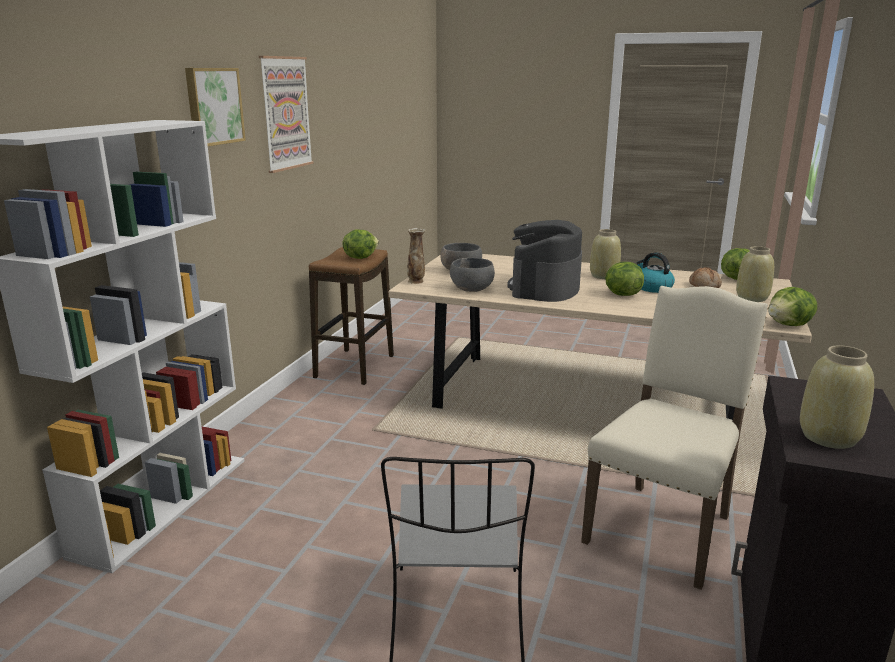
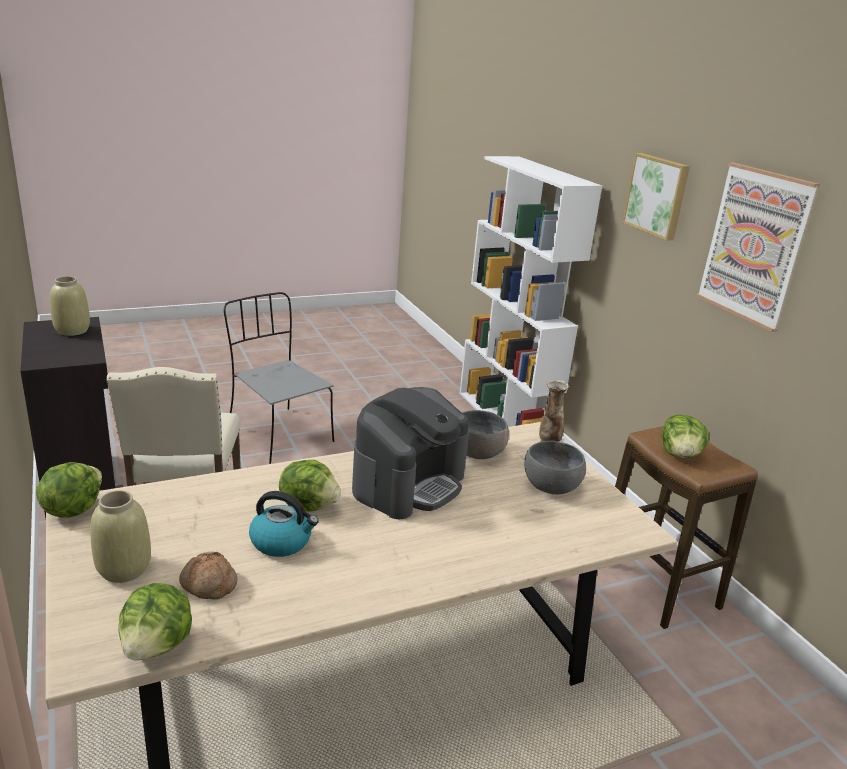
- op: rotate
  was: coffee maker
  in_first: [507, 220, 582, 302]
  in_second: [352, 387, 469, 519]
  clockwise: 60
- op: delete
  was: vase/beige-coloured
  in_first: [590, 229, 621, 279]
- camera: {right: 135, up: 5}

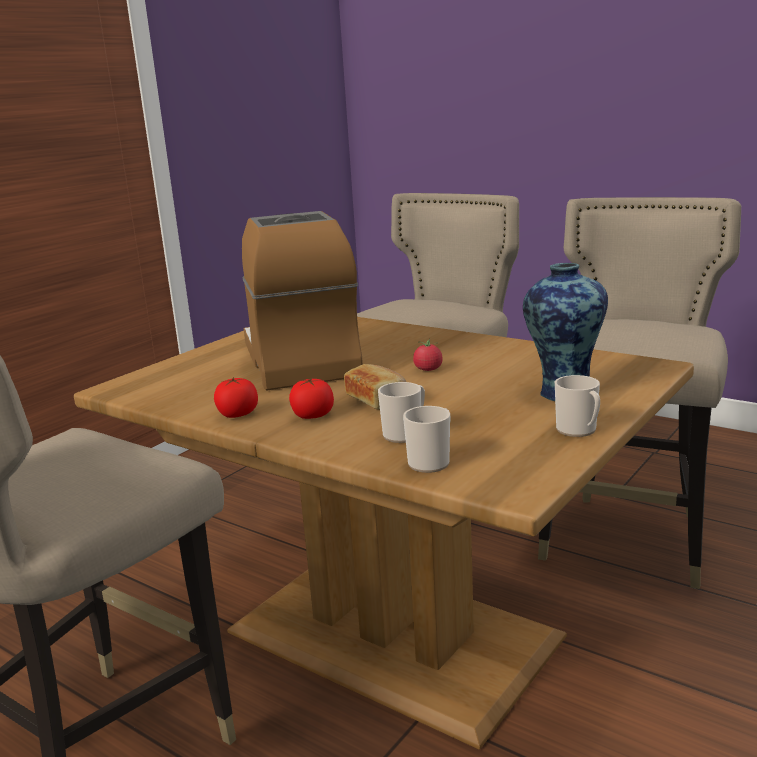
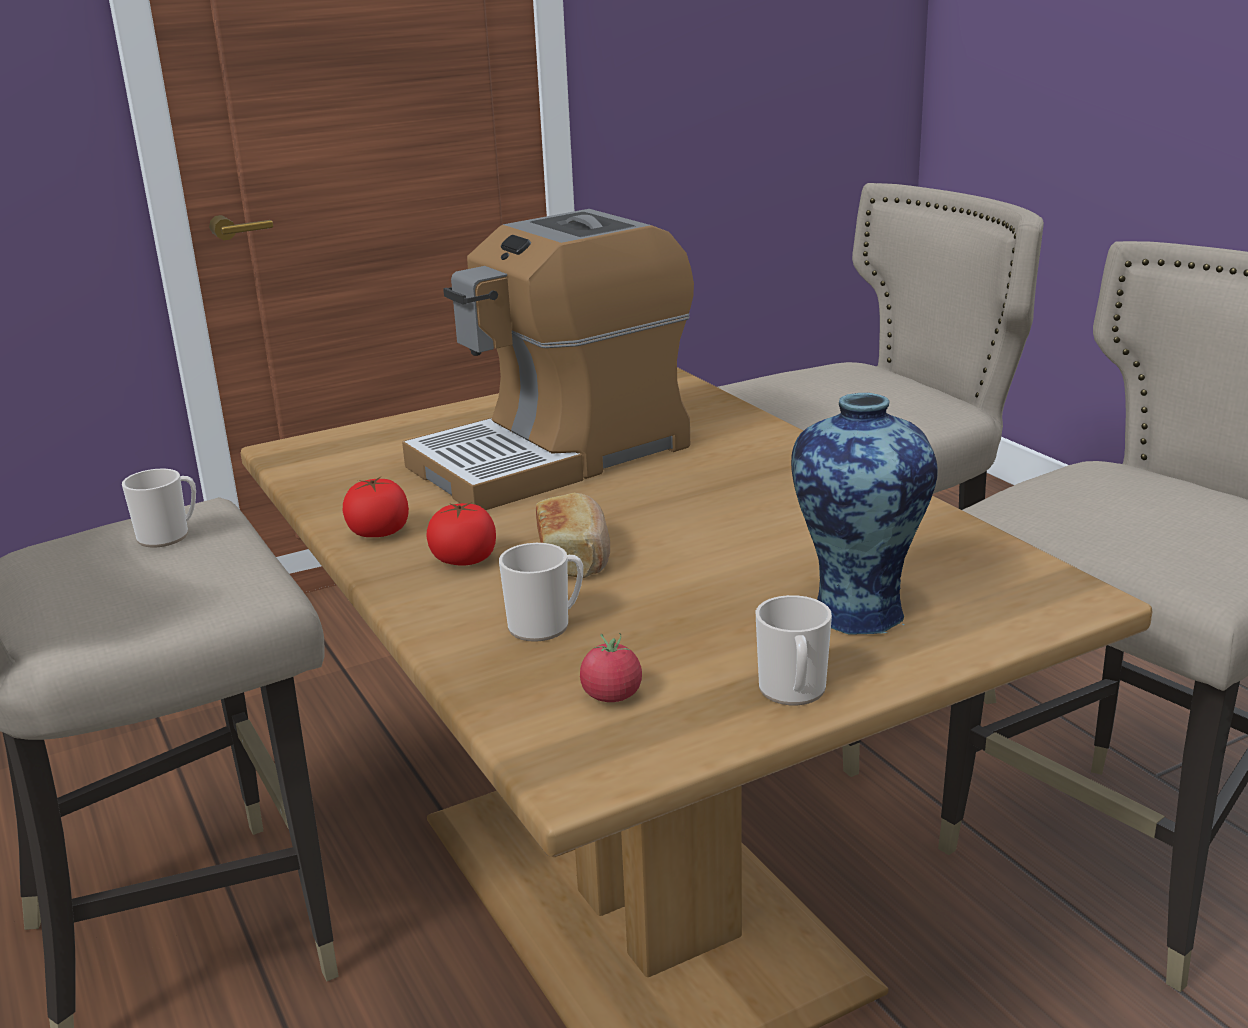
- op: rotate
  was: coffee maker
  in_first: [242, 211, 363, 390]
  in_second: [402, 209, 694, 510]
  clockwise: -135
- op: move
  was: mug
  in_first: [403, 406, 450, 473]
  in_second: [122, 469, 196, 548]
- op: move
  was: fresh tomato
  in_first: [413, 338, 443, 371]
  in_second: [580, 633, 642, 702]
- camera: {right: 25, up: 5}

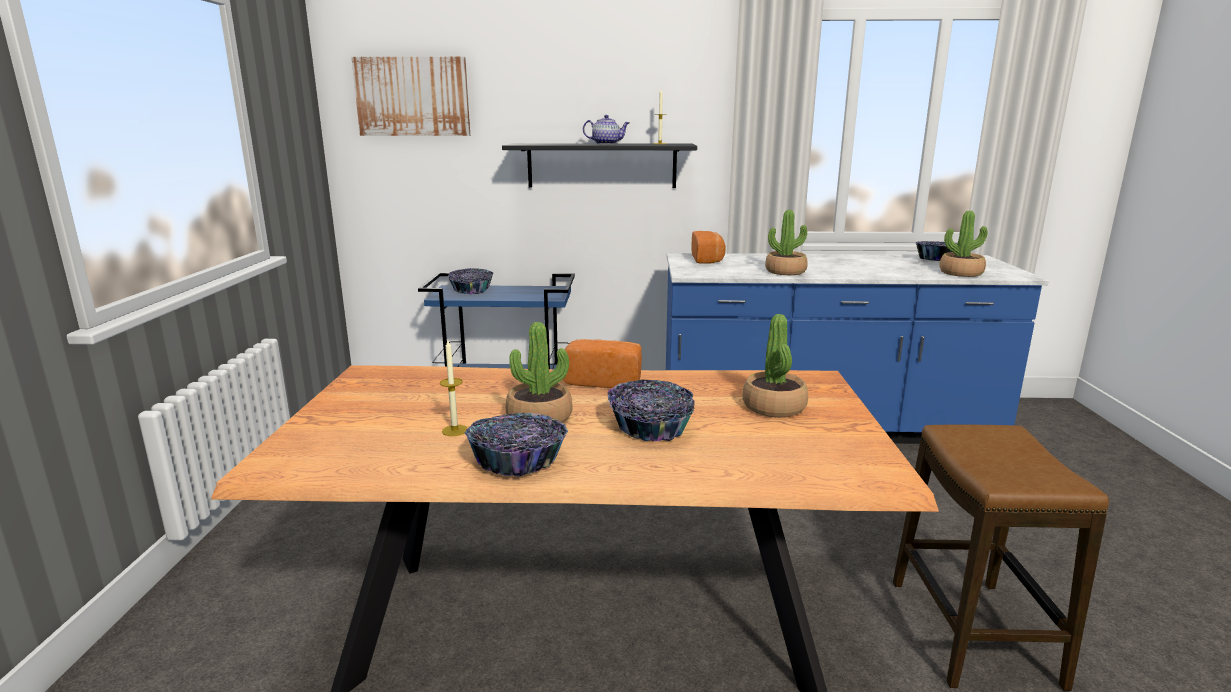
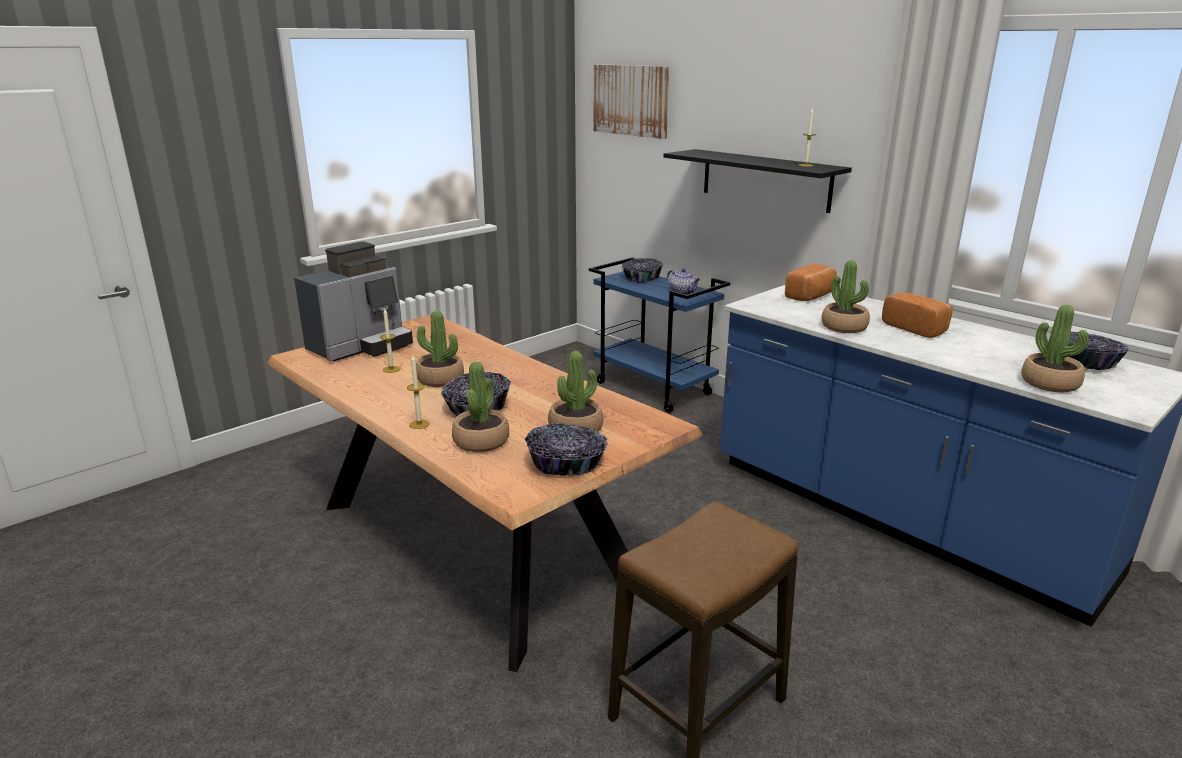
- op: move
  was: bowl
  in_first: [465, 413, 568, 477]
  in_second: [525, 423, 608, 476]
- op: move
  was: bread
  in_first: [563, 339, 642, 388]
  in_second: [882, 292, 953, 338]
- op: move
  was: pot for tea
  in_first: [583, 115, 629, 144]
  in_second: [667, 269, 700, 295]
- op: insert
  now: coffee maker
  in_second: [294, 241, 413, 361]
- op: insert
  now: candle
  in_second: [407, 355, 430, 429]
- op: insert
  now: potted plant
  in_second: [452, 361, 509, 452]
- camera: {right: 45, up: 5}

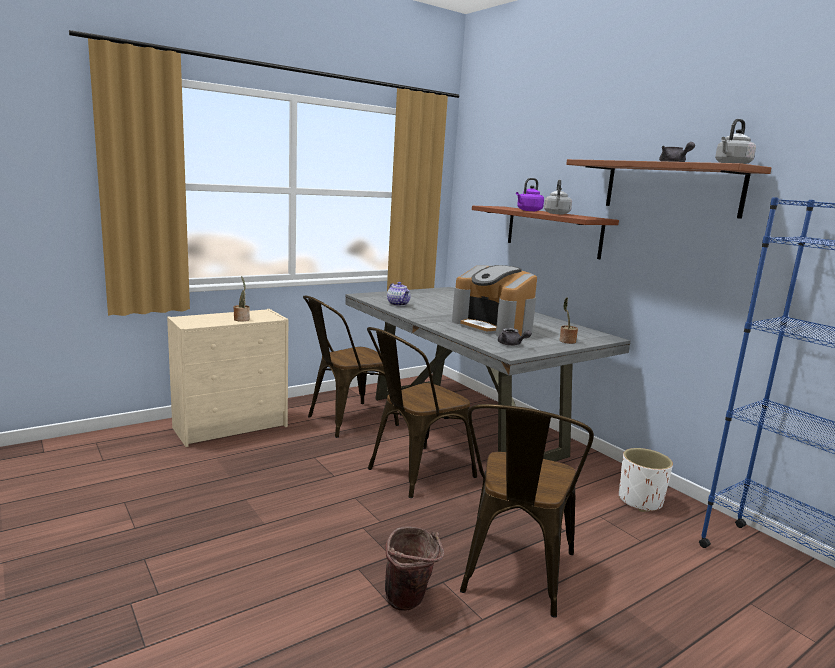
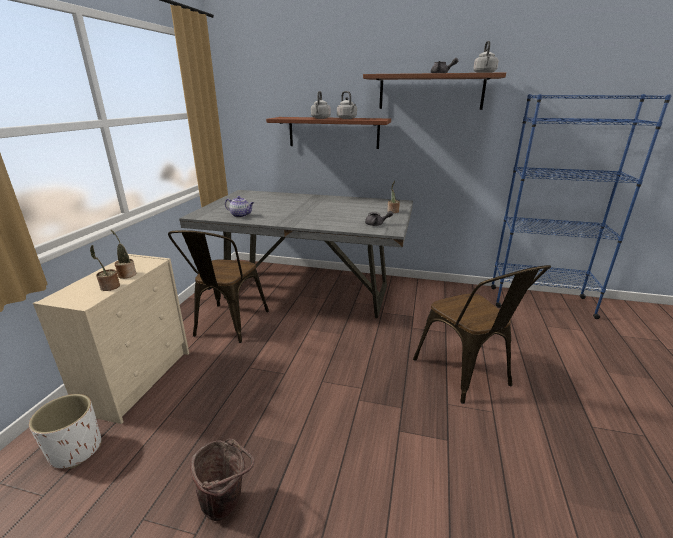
- op: delete
  was: chair/brown
  in_first: [367, 327, 477, 498]
- op: move
  was: pail/brown
  in_first: [385, 527, 444, 611]
  in_second: [190, 438, 254, 521]
- op: delete
  was: coffee maker
  in_first: [452, 265, 537, 336]
- op: recolor
  was: water kettle/purple
  now: water kettle/gray
  in_first: [516, 178, 544, 211]
  in_second: [311, 91, 331, 119]
- op: move
  was: planter/whitish
  in_first: [619, 448, 673, 512]
  in_second: [29, 394, 102, 469]
- op: insert
  now: potted plant
  in_second: [90, 245, 120, 291]
- camera: {right: -40, up: 10}

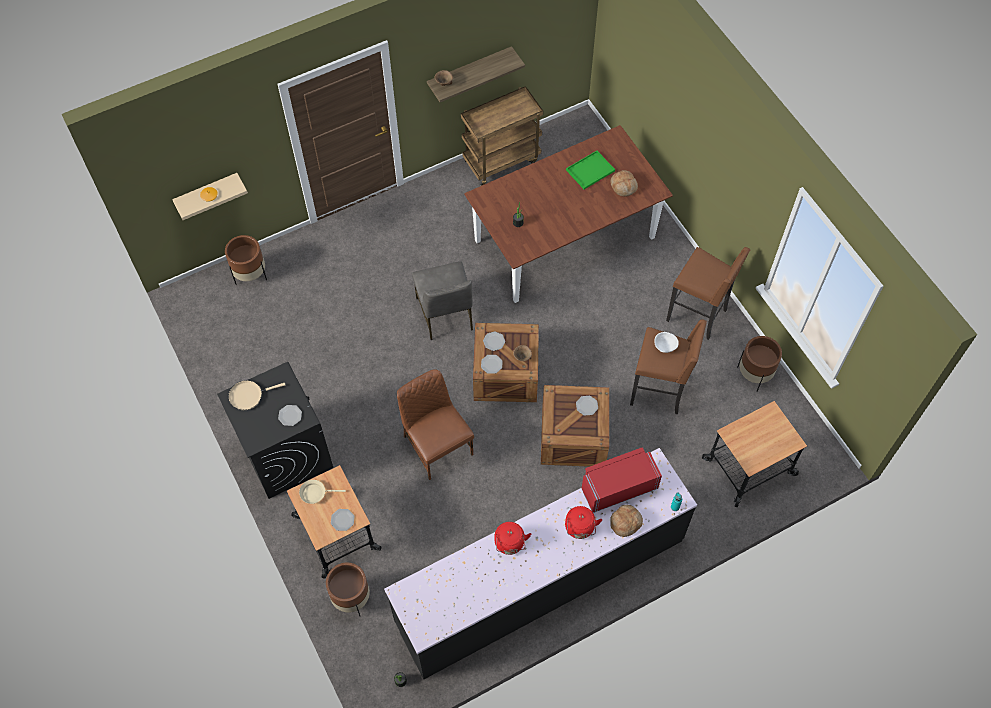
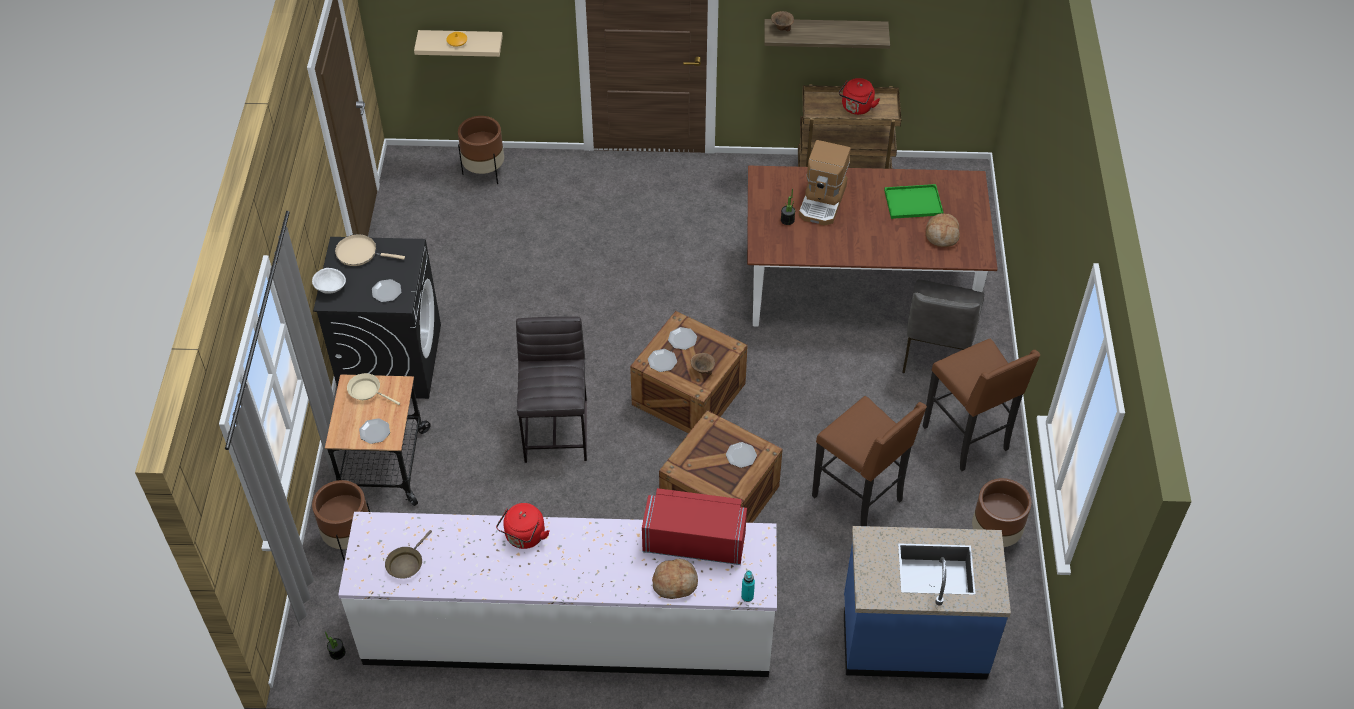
- op: recolor
  was: kitchen counter/blackish
  now: kitchen counter/whitish
  in_first: [384, 448, 697, 679]
  in_second: [338, 512, 777, 677]
- op: replace
  was: chair/brown
  now: stool/gray
  in_first: [397, 369, 474, 480]
  in_second: [516, 316, 587, 463]
- op: move
  was: chair/gray
  in_first: [412, 261, 473, 340]
  in_second: [902, 279, 984, 374]
- op: move
  was: water kettle/red-coloured
  in_first: [565, 506, 602, 539]
  in_second: [839, 78, 880, 115]
- op: move
  was: bowl/whitish
  in_first: [654, 332, 679, 353]
  in_second: [312, 268, 346, 294]
- op: replace
  was: wheeled cart
  now: kitchen counter/blue-coloured
  in_first: [702, 401, 807, 507]
  in_second: [844, 526, 1011, 680]
- op: insert
  now: skillet/brown
  in_second: [385, 530, 432, 579]
- op: insert
  now: coffee maker
  in_second: [799, 140, 851, 226]
- camera: {right: 30, up: -10}

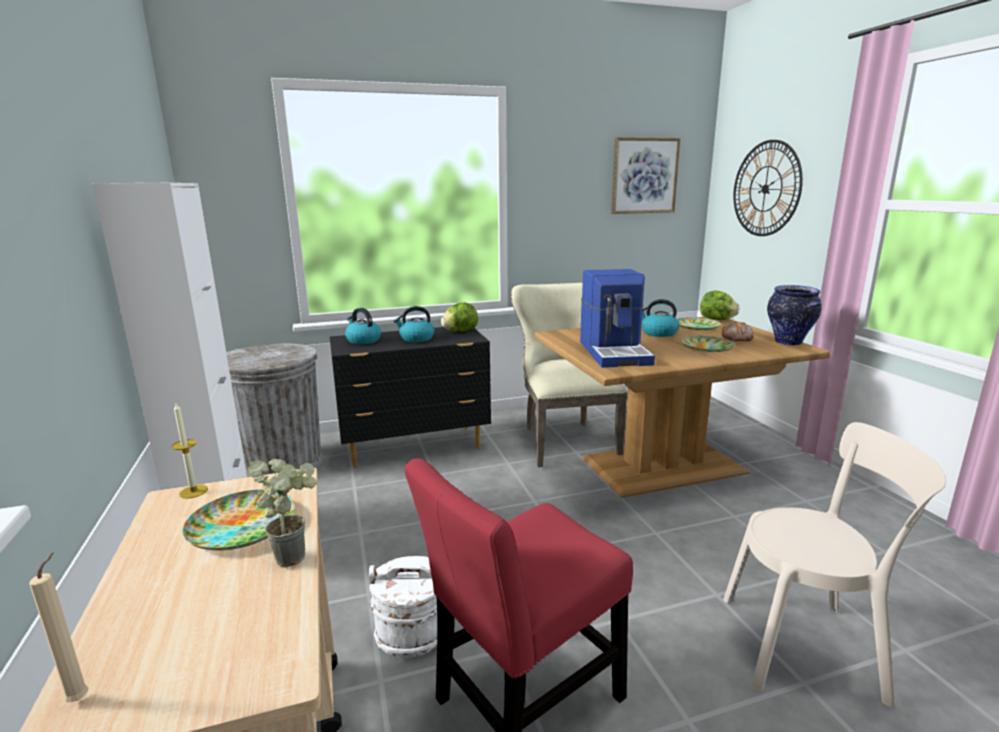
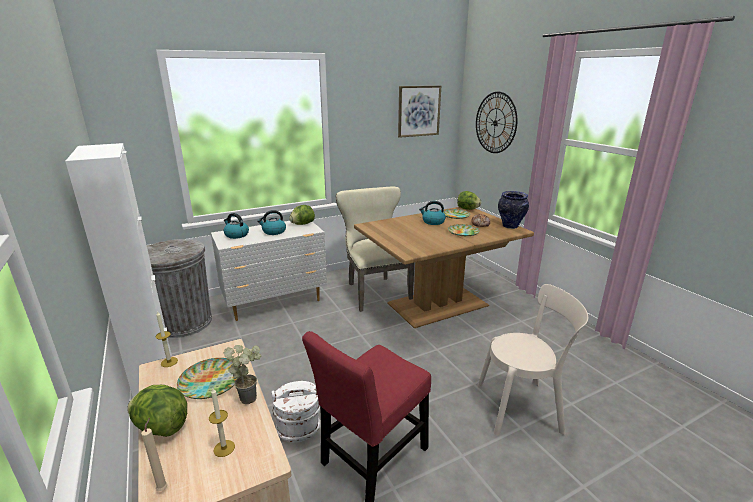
- op: recolor
  was: chest of drawers/blackish
  now: chest of drawers/whitish
  in_first: [330, 327, 491, 467]
  in_second: [211, 221, 327, 321]
- op: delete
  was: coffee maker
  in_first: [580, 269, 655, 368]
- op: insert
  now: lettuce
  in_second: [127, 385, 187, 437]
- op: insert
  now: candle
  in_second: [209, 388, 235, 457]
- camera: {right: -10, up: 5}

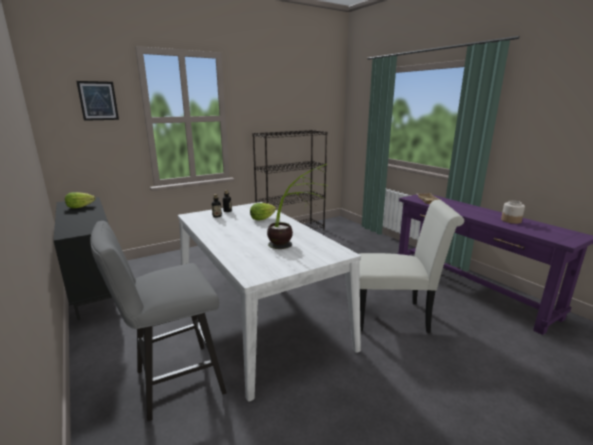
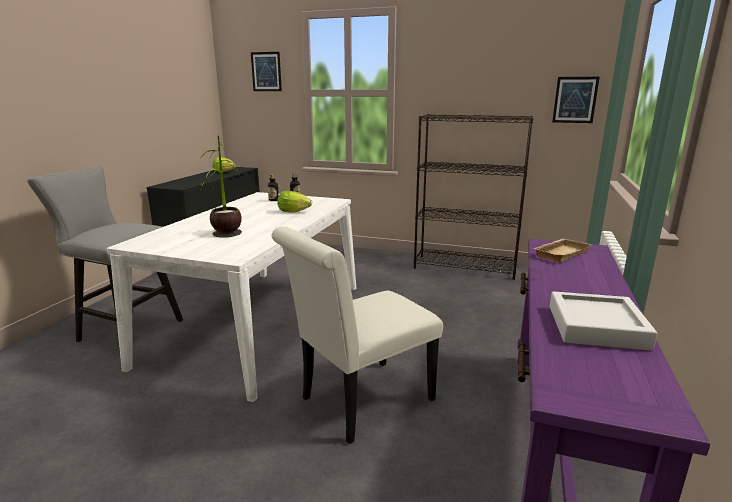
- op: rotate
  was: chair/whitish
  in_first: [359, 200, 464, 333]
  in_second: [272, 226, 443, 444]
  clockwise: 90
- op: replace
  was: storage jar
  now: carrying tray/gray
  in_first: [501, 201, 525, 224]
  in_second: [550, 291, 657, 351]
- op: insert
  now: picture
  in_second: [552, 77, 600, 123]
- camera: {right: 50, up: 0}

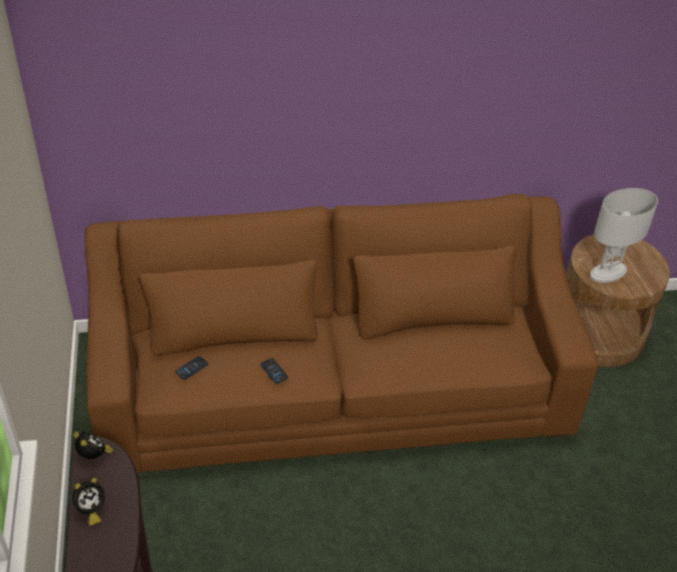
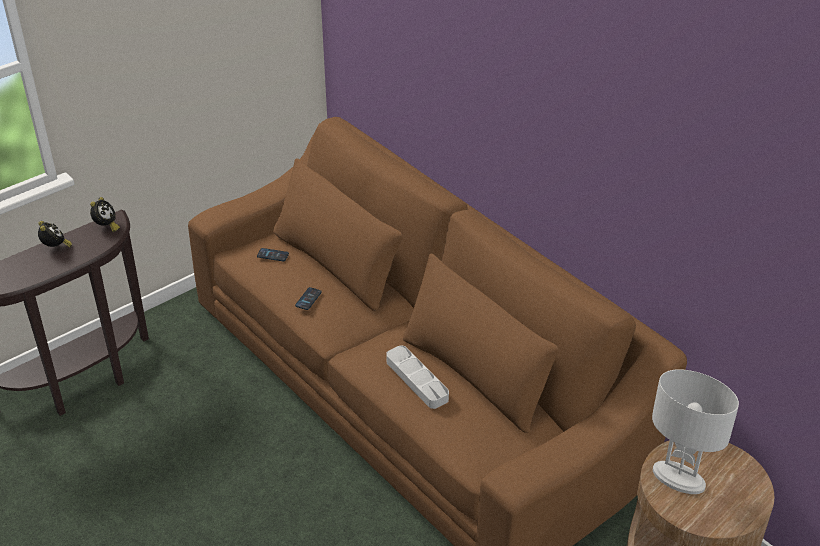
- op: rotate
  was: table clock
  in_first: [72, 478, 105, 526]
  in_second: [38, 221, 72, 247]
  clockwise: -135
- op: insert
  now: carrying tray/gray
  in_second: [386, 346, 449, 409]
- camera: {right: 60, up: -5}

